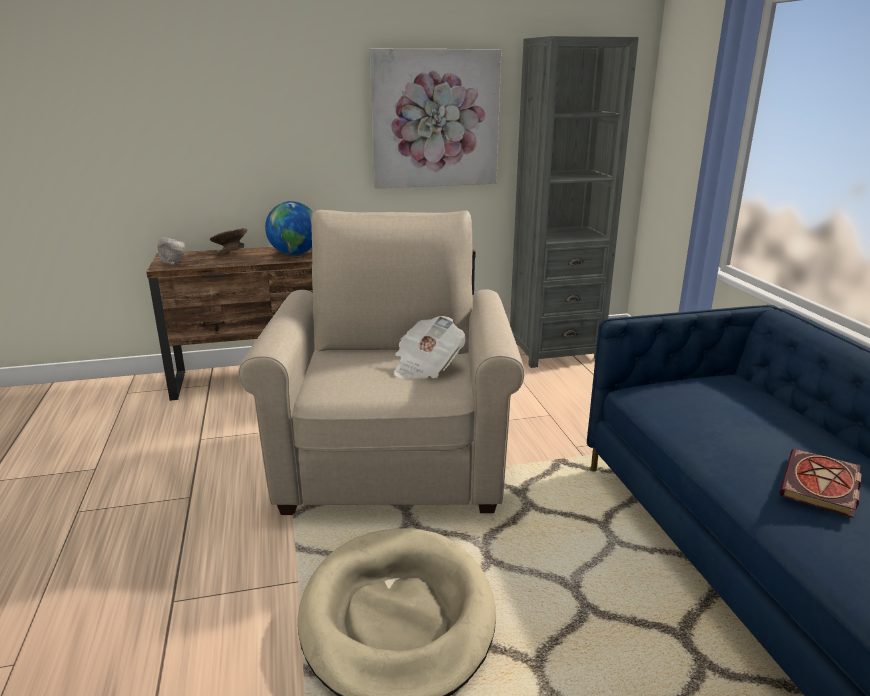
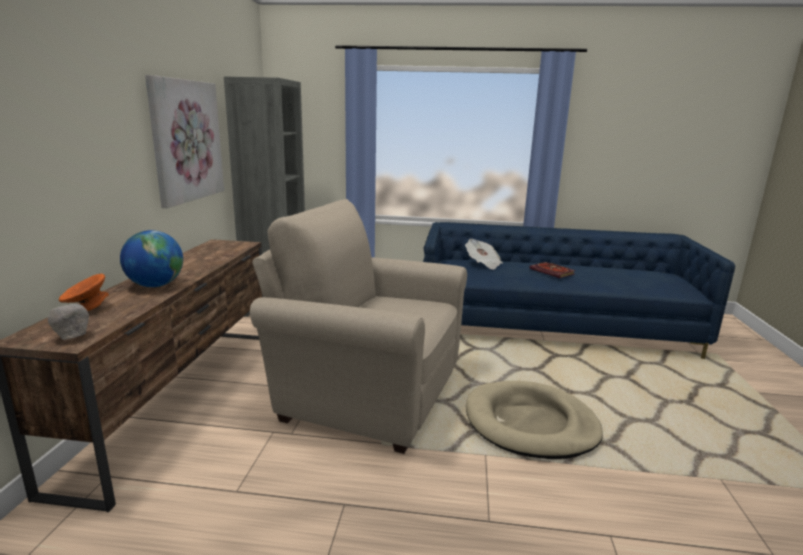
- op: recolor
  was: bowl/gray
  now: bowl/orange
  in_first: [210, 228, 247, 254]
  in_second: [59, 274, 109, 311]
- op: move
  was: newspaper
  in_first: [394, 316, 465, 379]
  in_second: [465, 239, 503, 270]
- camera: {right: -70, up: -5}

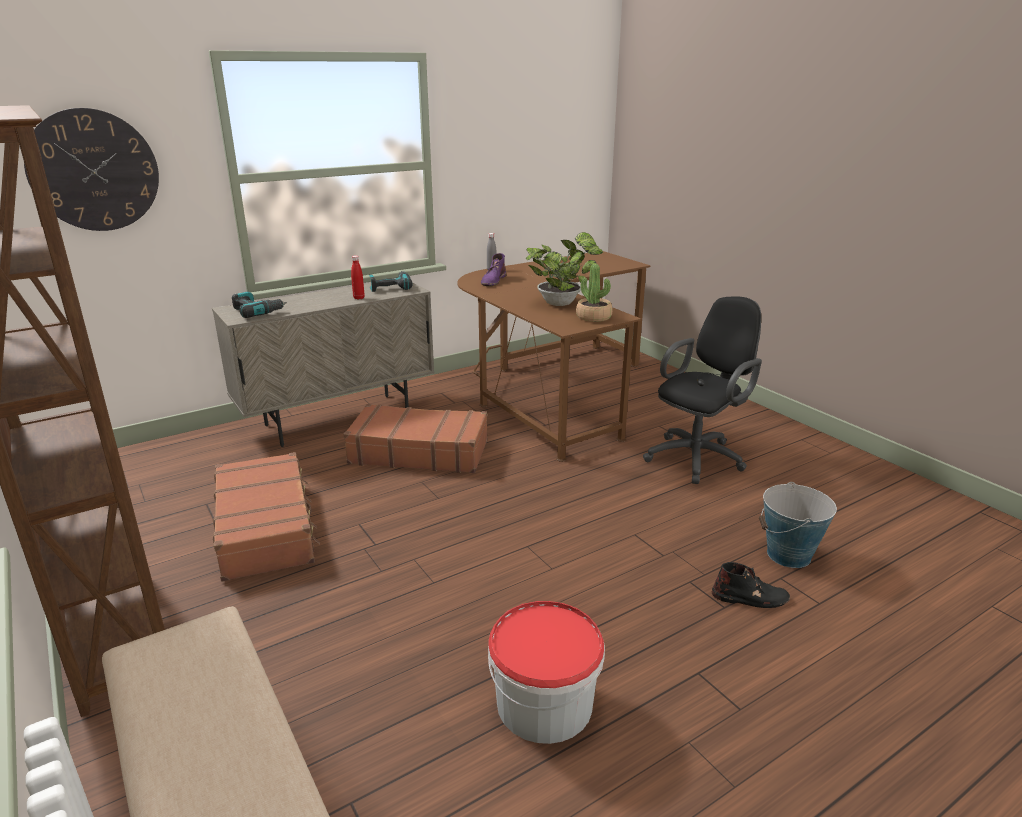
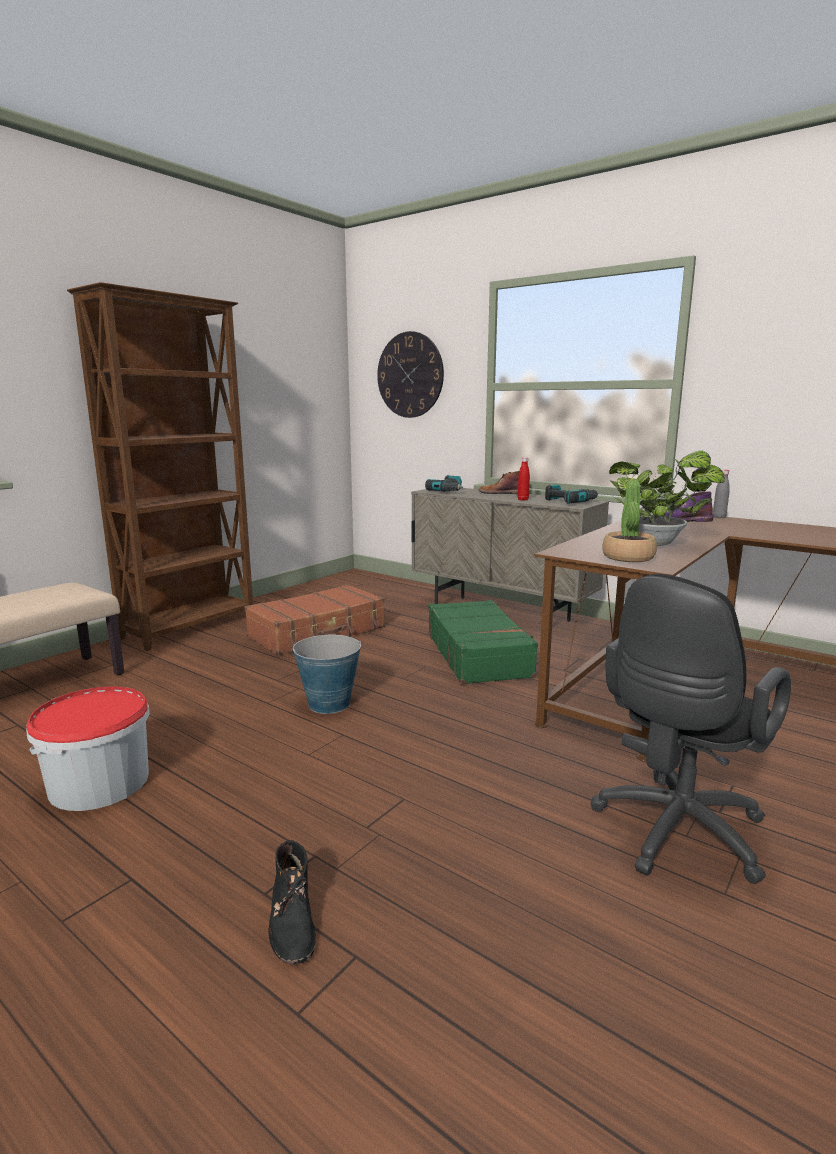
- op: recolor
  was: travel case/brown
  now: travel case/greenish
  in_first: [344, 404, 487, 473]
  in_second: [428, 600, 538, 684]
- op: rotate
  was: office chair/blackish
  in_first: [643, 296, 762, 484]
  in_second: [590, 574, 791, 884]
  clockwise: 105
- op: move
  was: pail
  in_first: [759, 482, 837, 568]
  in_second: [292, 635, 361, 714]
- op: insert
  now: boot/brown
  in_second: [479, 471, 519, 494]
- camera: {right: 70, up: -10}

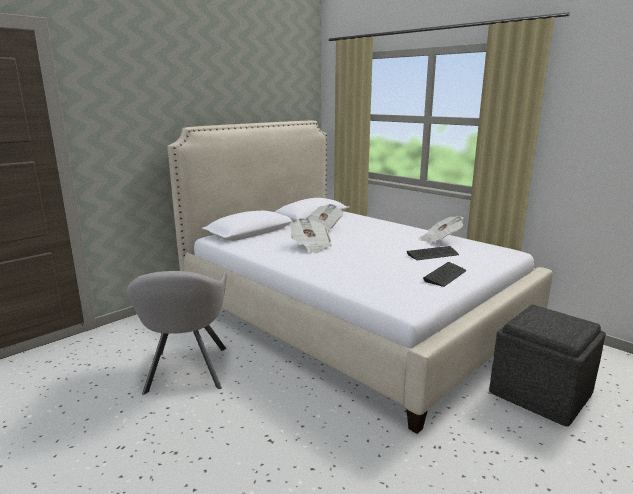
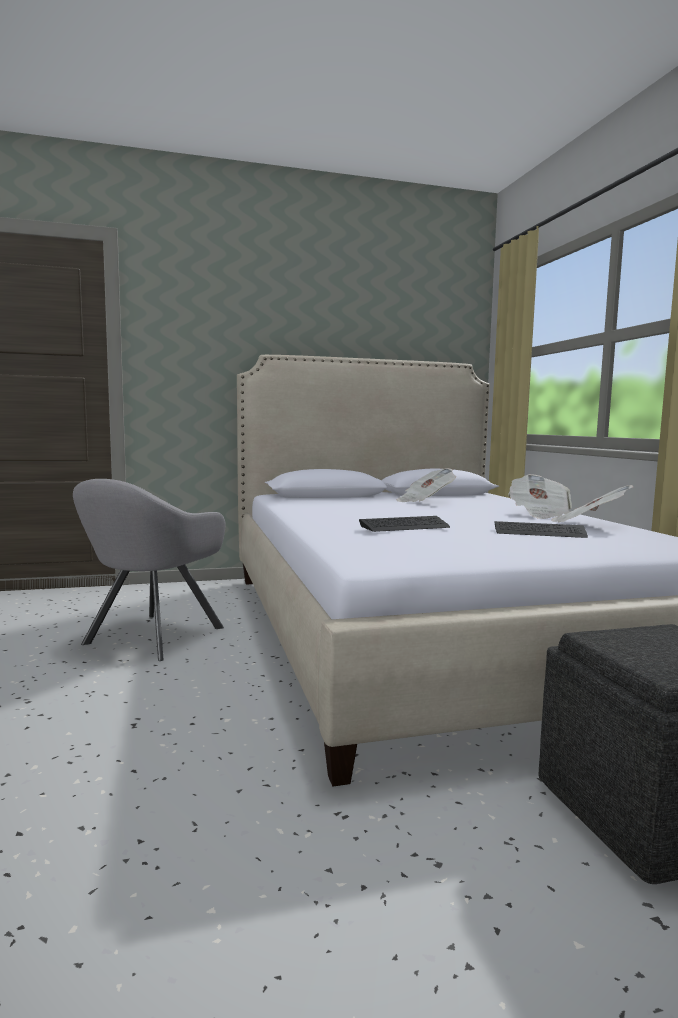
- op: move
  was: newspaper
  in_first: [290, 218, 332, 253]
  in_second: [508, 474, 572, 519]
- op: move
  was: keyboard
  in_first: [423, 262, 467, 287]
  in_second: [359, 516, 450, 532]
- camera: {right: 30, up: -10}

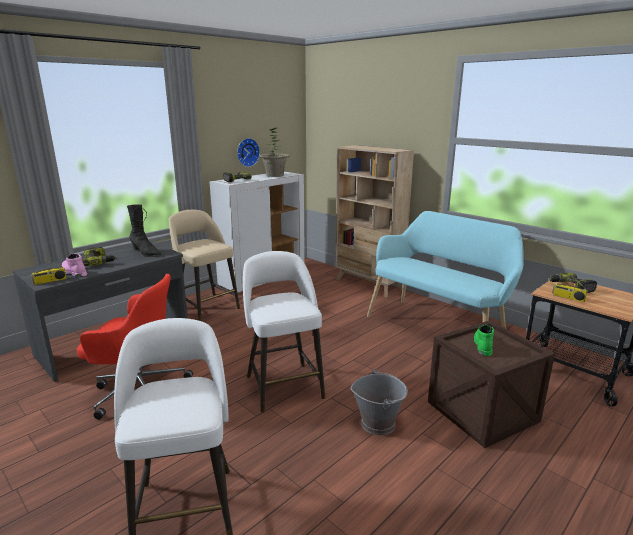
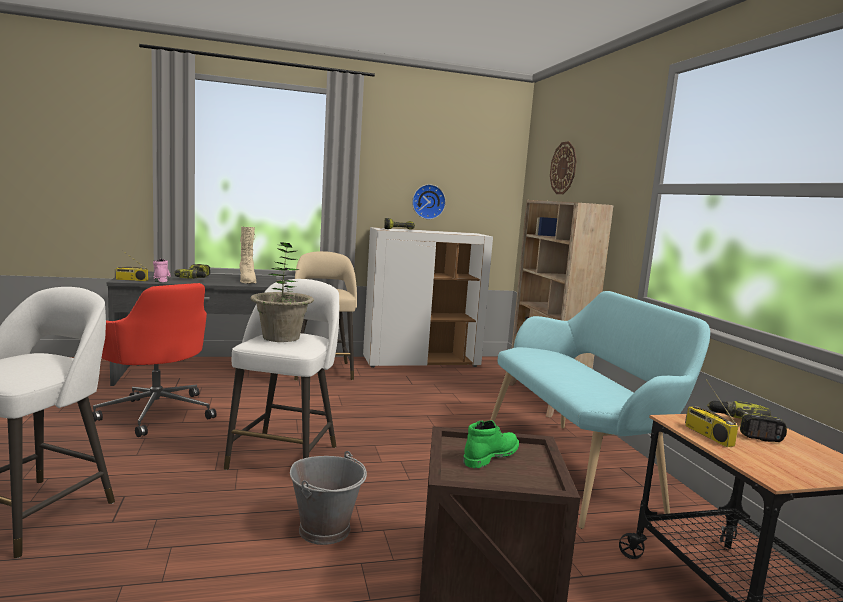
- op: recolor
  was: boot/blackish
  now: boot/beige-coloured
  in_first: [127, 204, 161, 257]
  in_second: [239, 227, 256, 284]
- op: move
  was: potted plant
  in_first: [260, 128, 289, 177]
  in_second: [250, 243, 314, 342]
- op: insert
  now: clock on the wall
  in_second: [550, 141, 577, 194]
- camera: {right: 30, up: -10}

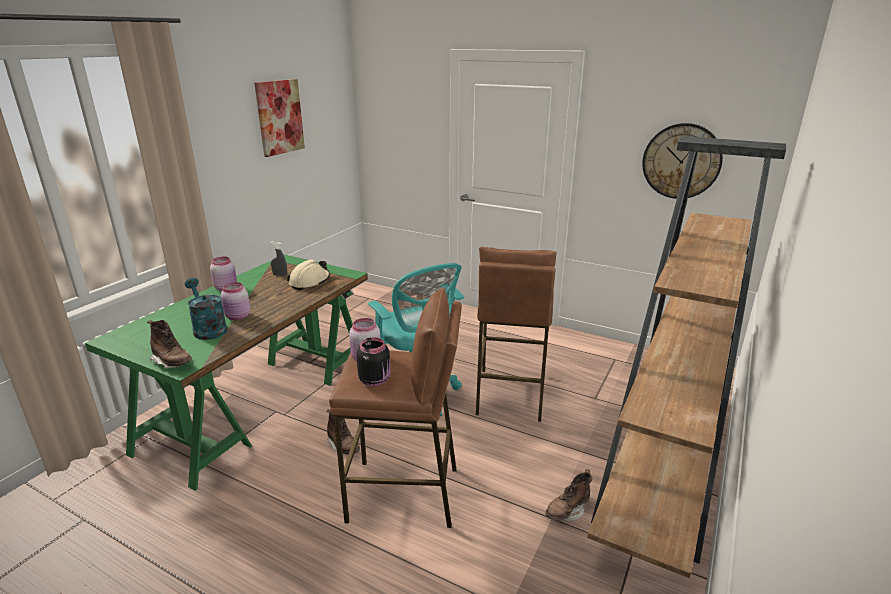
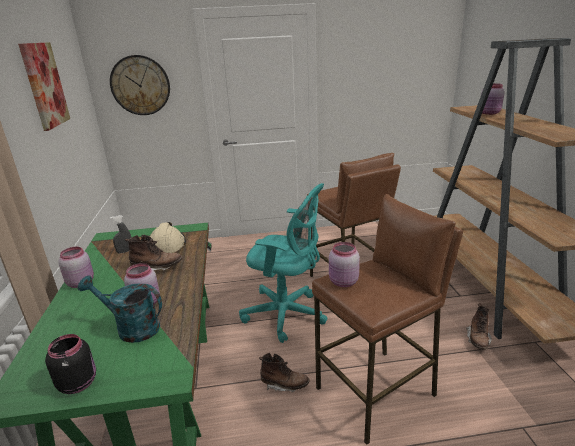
- op: move
  was: boot/brown
  in_first: [147, 320, 192, 368]
  in_second: [125, 235, 183, 271]
- op: move
  was: storage jar/blackish
  in_first: [356, 337, 390, 386]
  in_second: [45, 334, 96, 394]
- op: move
  was: clock on the wall
  in_first: [642, 123, 723, 199]
  in_second: [110, 55, 170, 115]
- op: insert
  now: storage jar/pinkish
  in_second: [481, 83, 505, 115]
- camera: {right: -35, up: 0}

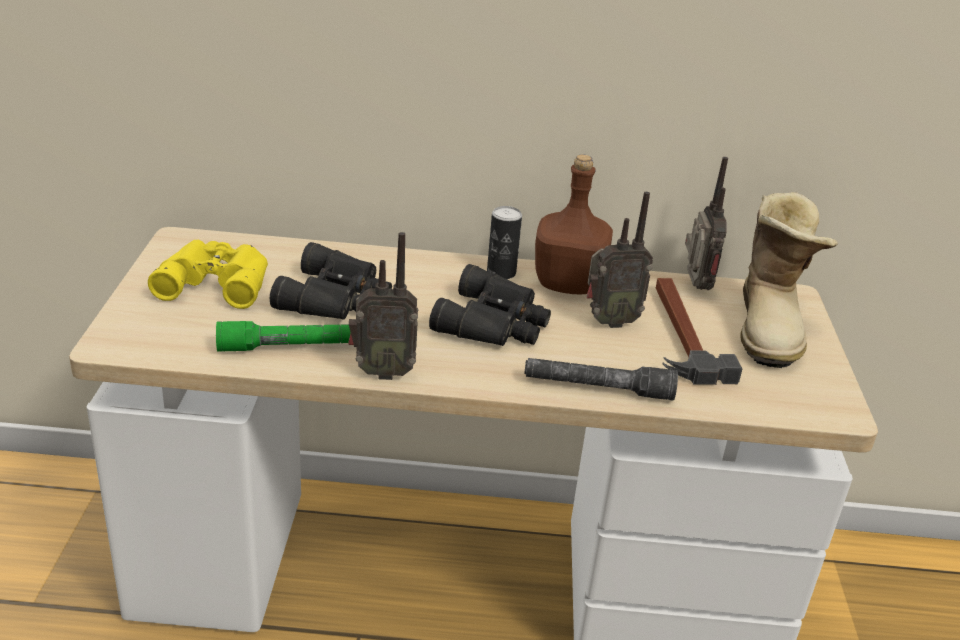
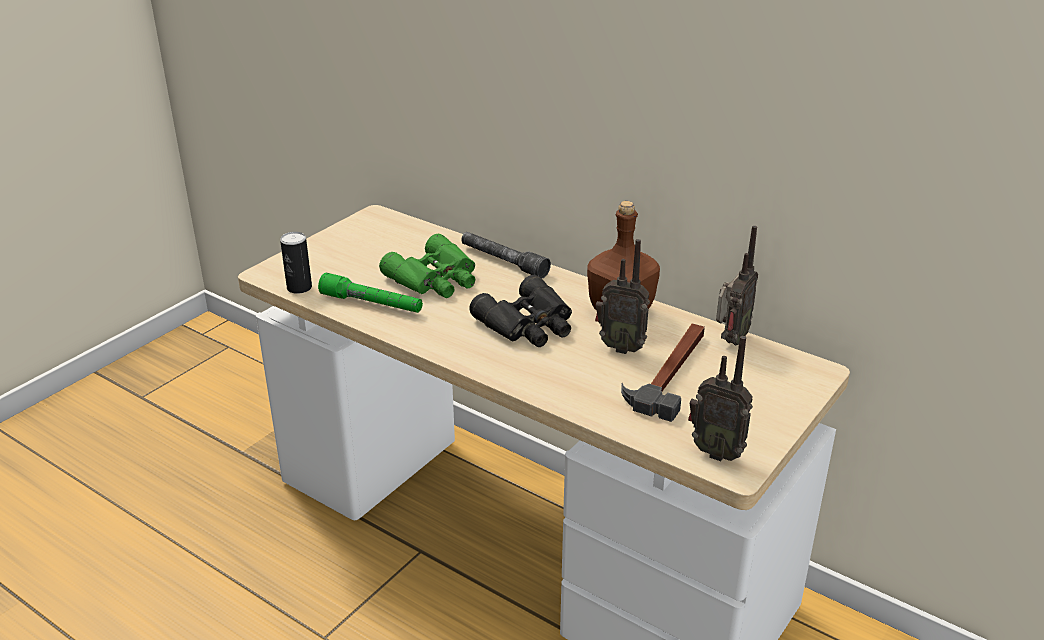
- op: delete
  was: binoculars/yellow
  in_first: [148, 240, 268, 309]
- op: recolor
  was: binoculars/blackish
  now: binoculars/greenish
  in_first: [270, 242, 392, 320]
  in_second: [379, 233, 475, 298]
- op: move
  was: radio set
  in_first: [348, 232, 418, 380]
  in_second: [688, 336, 753, 461]
- op: move
  was: can
  in_first: [487, 206, 522, 279]
  in_second: [280, 232, 312, 294]
- op: move
  was: torch/gray
  in_first: [524, 358, 678, 401]
  in_second: [461, 232, 551, 279]
- op: delete
  was: boot
  in_first: [740, 192, 838, 368]
- camera: {right: 35, up: 0}

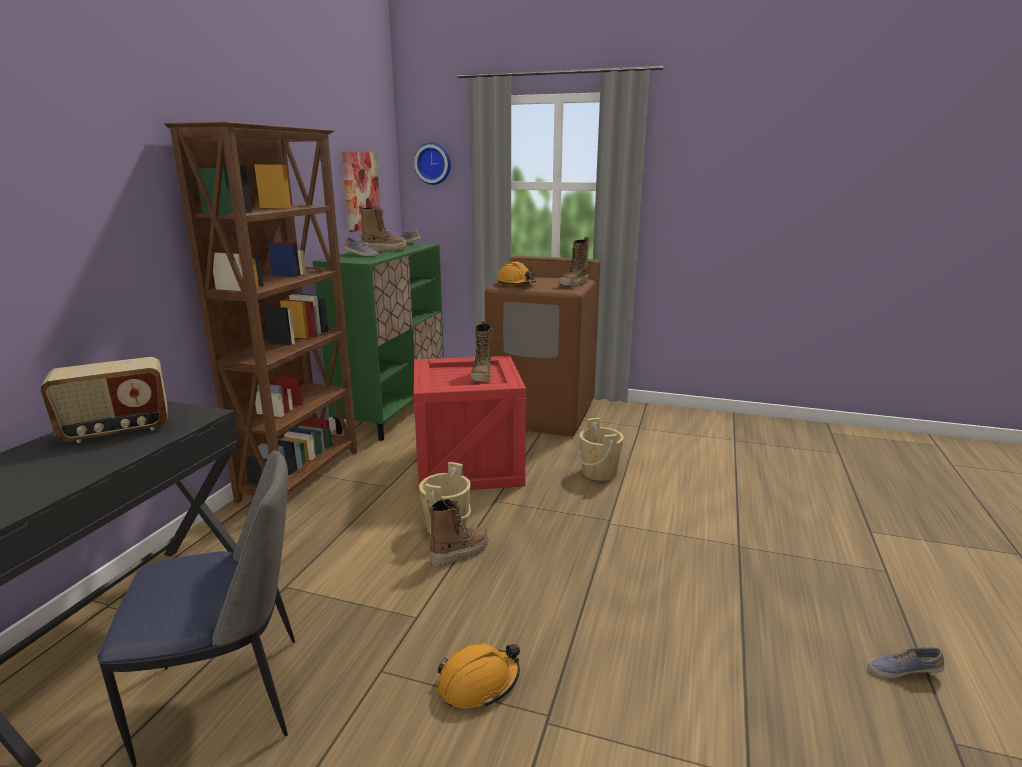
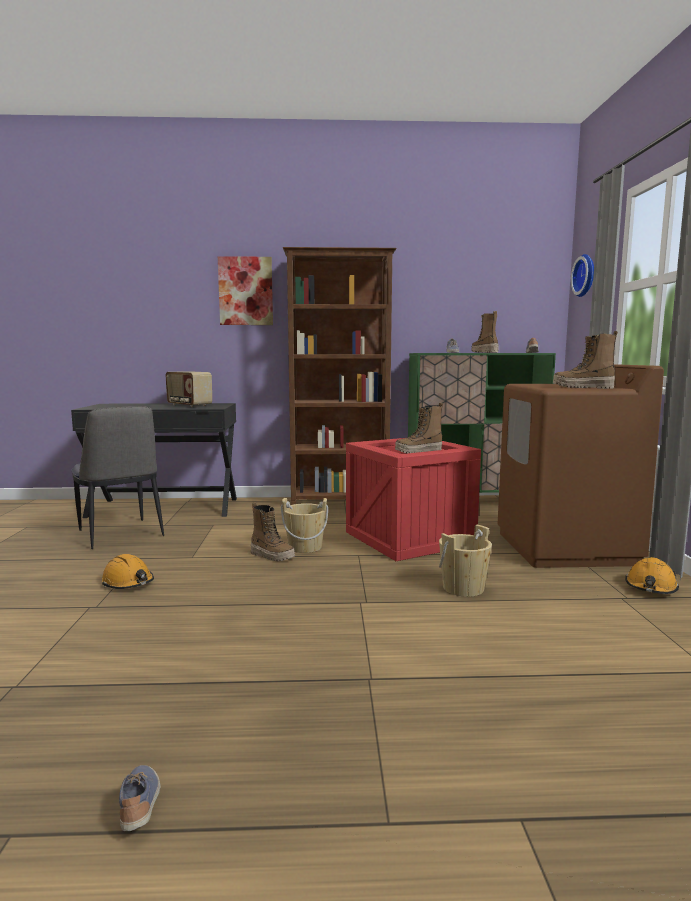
- op: move
  was: picture
  in_first: [341, 152, 380, 232]
  in_second: [218, 256, 273, 325]
- op: rotate
  was: boot
  in_first: [359, 206, 407, 251]
  in_second: [471, 311, 499, 353]
  clockwise: -150
- op: move
  was: work helmet/orange
  in_first: [496, 262, 536, 285]
  in_second: [625, 557, 679, 594]
- camera: {right: 70, up: -10}

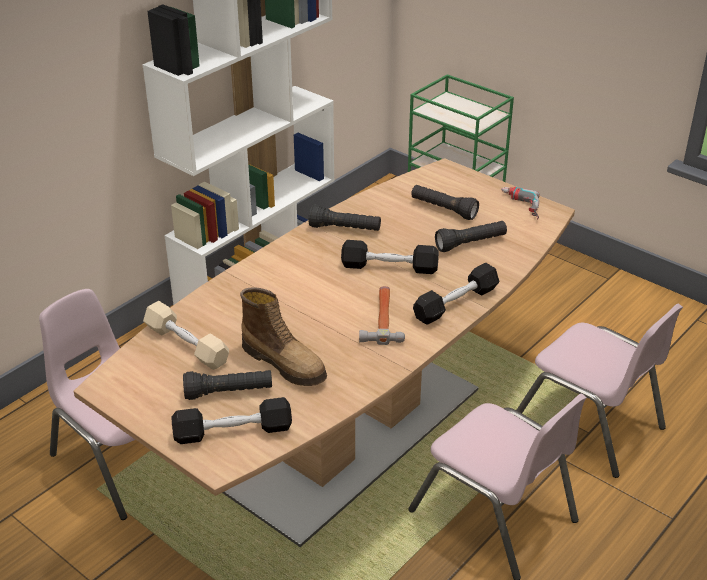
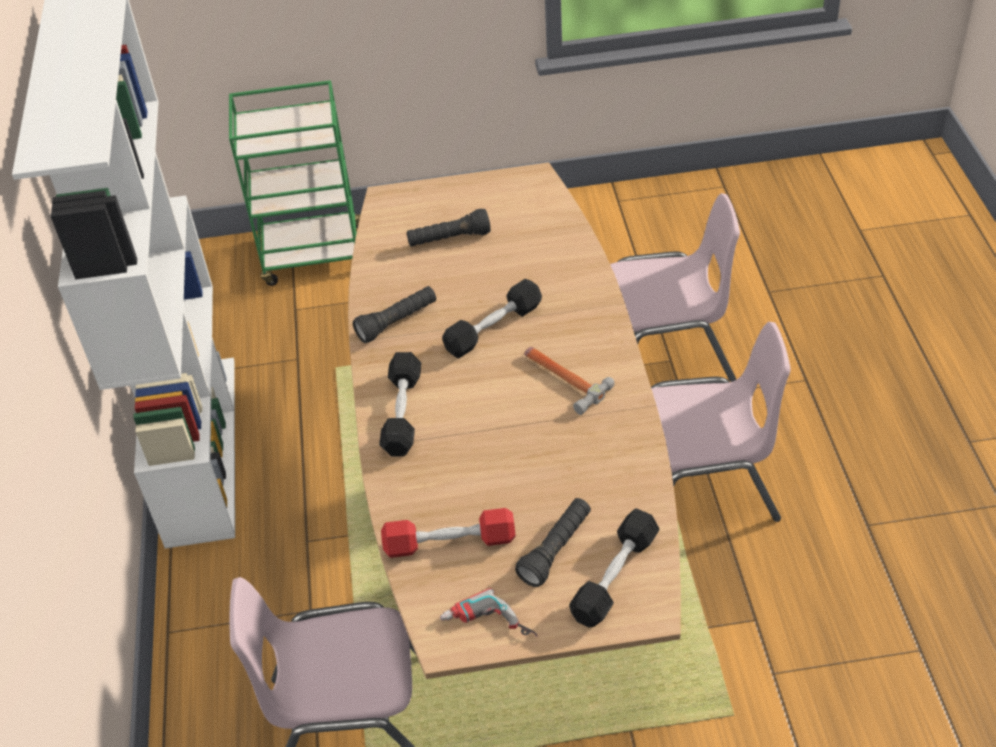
- op: recolor
  was: free weight/beige-coloured
  now: free weight/red-coloured
  in_first: [143, 301, 229, 370]
  in_second: [381, 508, 515, 558]
- op: delete
  was: boot
  in_first: [240, 288, 327, 386]
- op: move
  was: free weight/blackish
  in_first: [413, 262, 500, 325]
  in_second: [379, 352, 421, 456]
- op: delete
  was: torch/blackish
  in_first: [435, 221, 507, 252]
- op: move
  was: electric drill
  in_first: [501, 187, 540, 220]
  in_second: [440, 588, 538, 637]
- camera: {right: -45, up: 10}

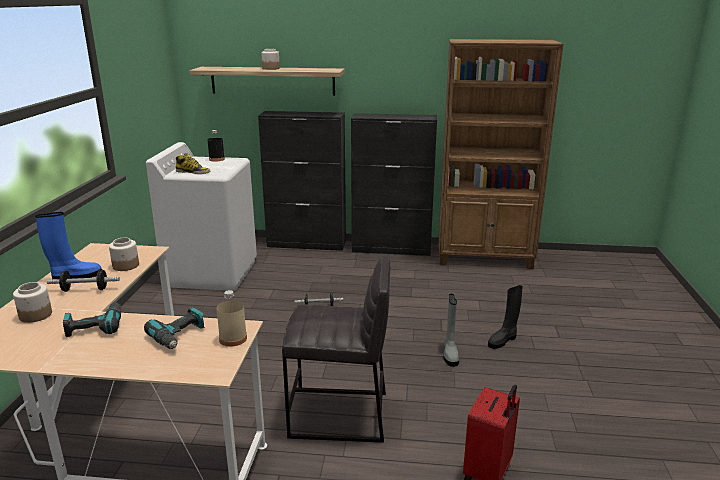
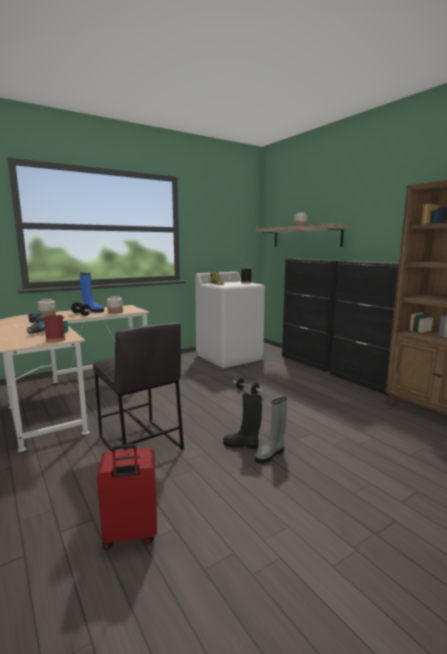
- op: recolor
  was: beverage bottle/beige-coloured
  now: beverage bottle/red-coloured
  in_first: [216, 290, 247, 347]
  in_second: [44, 306, 65, 343]
- op: move
  was: boot/blackish
  in_first: [488, 285, 523, 349]
  in_second: [223, 394, 262, 449]
- camera: {right: 50, up: -10}

